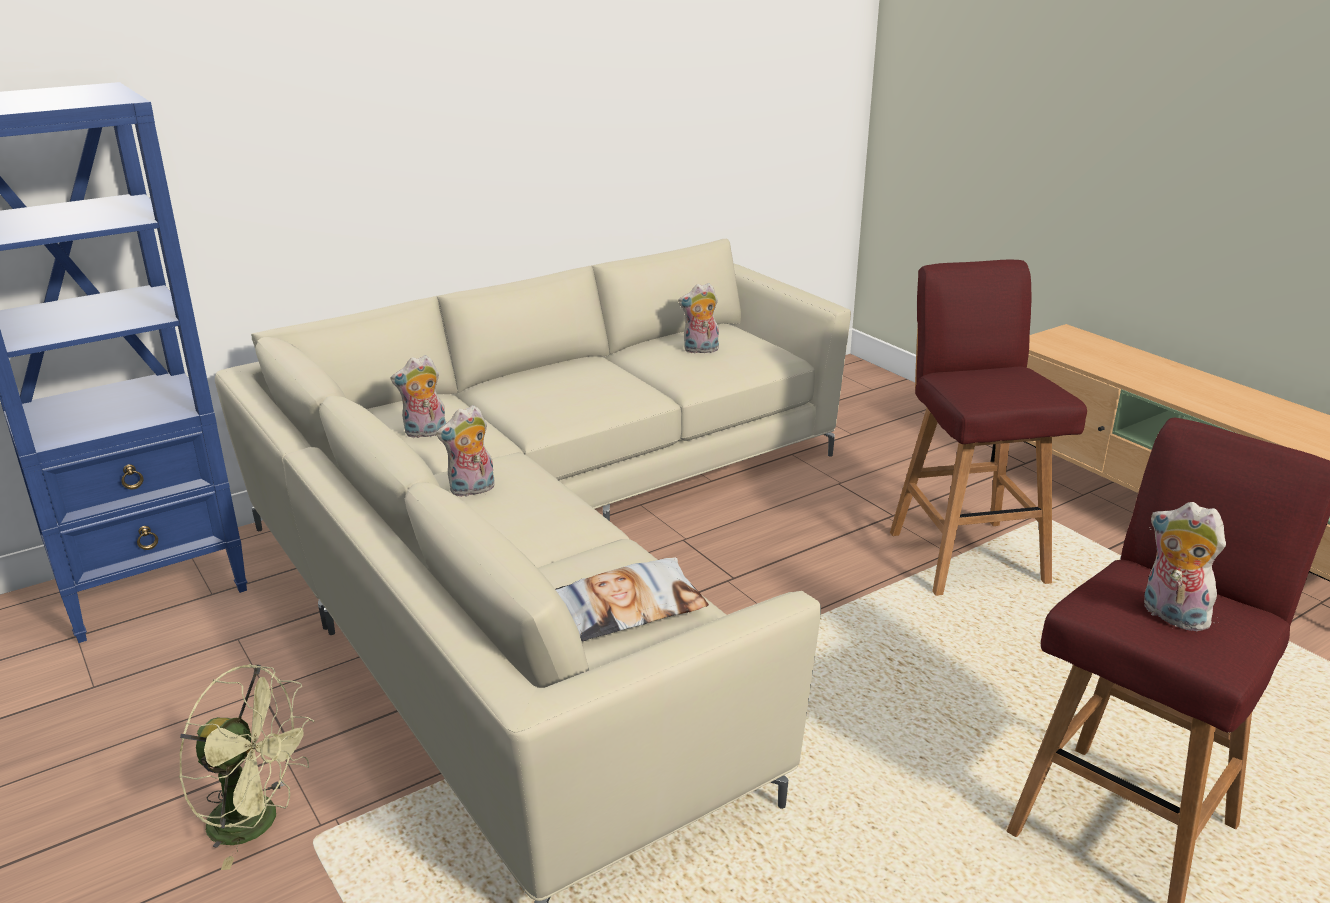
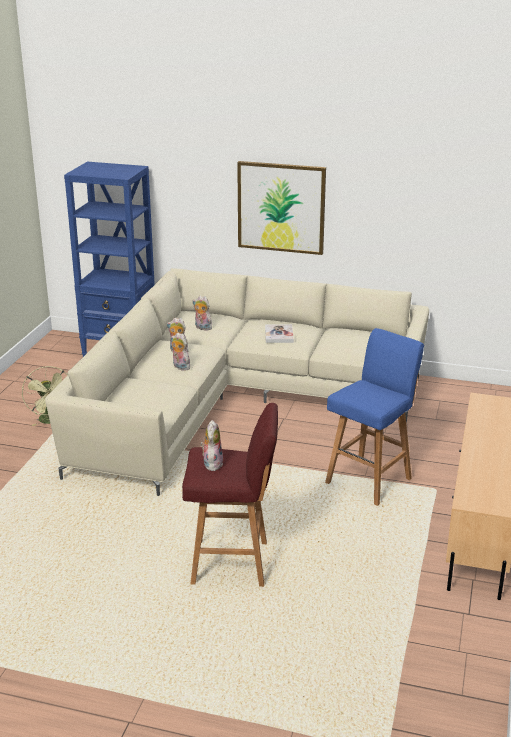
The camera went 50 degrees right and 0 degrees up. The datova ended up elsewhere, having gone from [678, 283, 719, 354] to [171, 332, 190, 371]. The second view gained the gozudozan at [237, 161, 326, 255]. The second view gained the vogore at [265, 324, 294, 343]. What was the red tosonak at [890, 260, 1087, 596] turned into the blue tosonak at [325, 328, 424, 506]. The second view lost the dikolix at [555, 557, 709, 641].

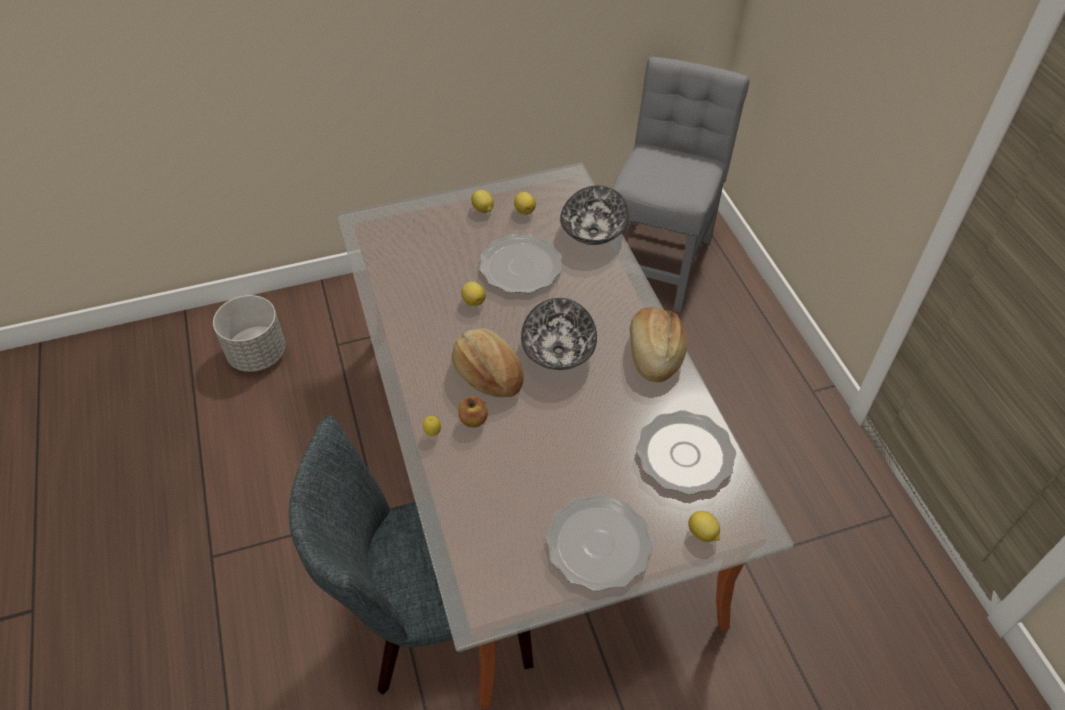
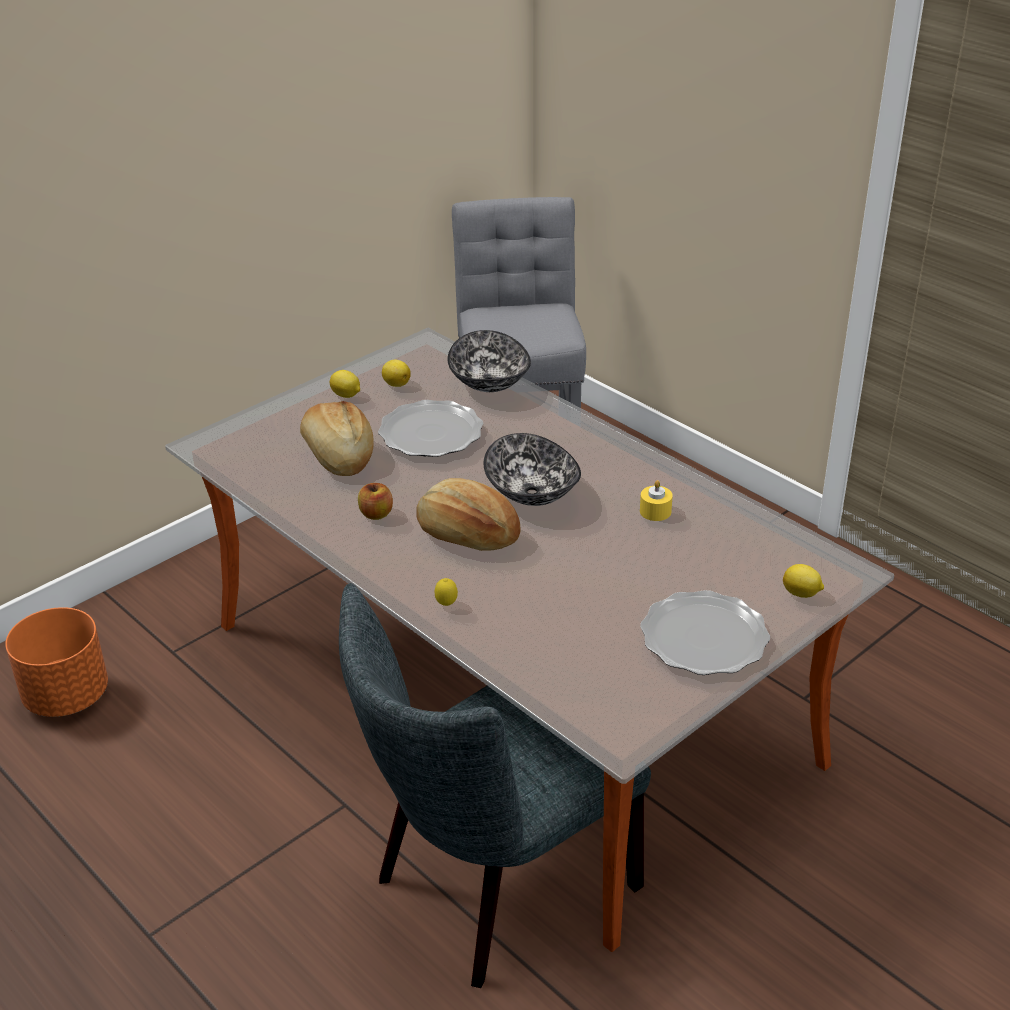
The camera went 25 degrees left and 15 degrees down. What was the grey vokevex at [213, 295, 286, 372] turned into the orange vokevex at [5, 607, 108, 717]. The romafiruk ended up elsewhere, having gone from [630, 307, 687, 382] to [300, 401, 374, 476]. The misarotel ended up elsewhere, having gone from [458, 396, 488, 428] to [358, 483, 393, 520]. The second view gained the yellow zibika at [640, 480, 673, 521]. The second view lost the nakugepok at [461, 281, 486, 306]. The second view lost the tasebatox at [636, 410, 736, 495].

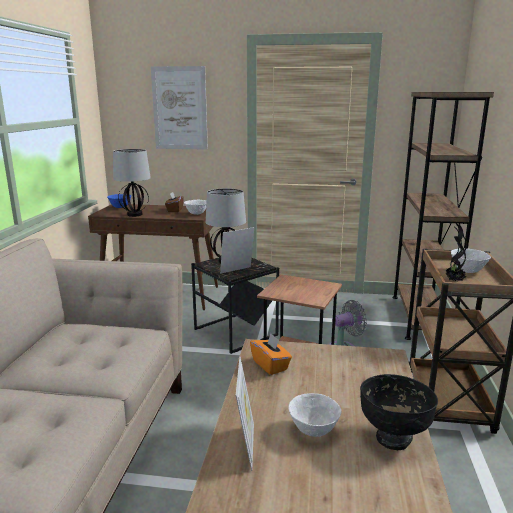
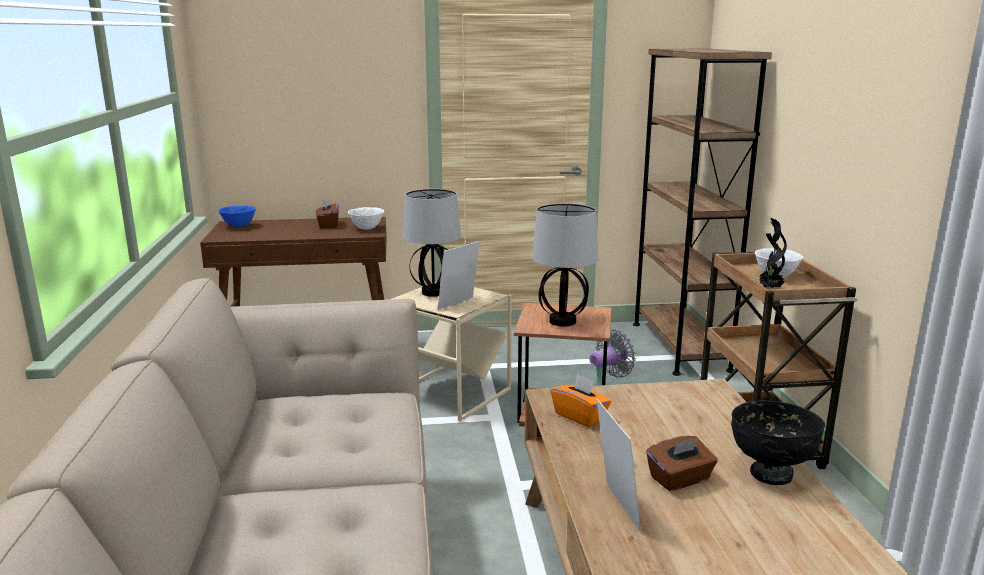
The camera went 15 degrees left and 0 degrees up. What was the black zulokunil at [191, 258, 279, 354] turned into the beige zulokunil at [386, 281, 512, 421]. The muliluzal ended up elsewhere, having gone from [113, 149, 151, 217] to [532, 203, 598, 326]. Where the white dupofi stood at [288, 393, 341, 437], the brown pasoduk came to stand at [646, 436, 718, 491]. The second view lost the gozudozan at [151, 66, 208, 150].

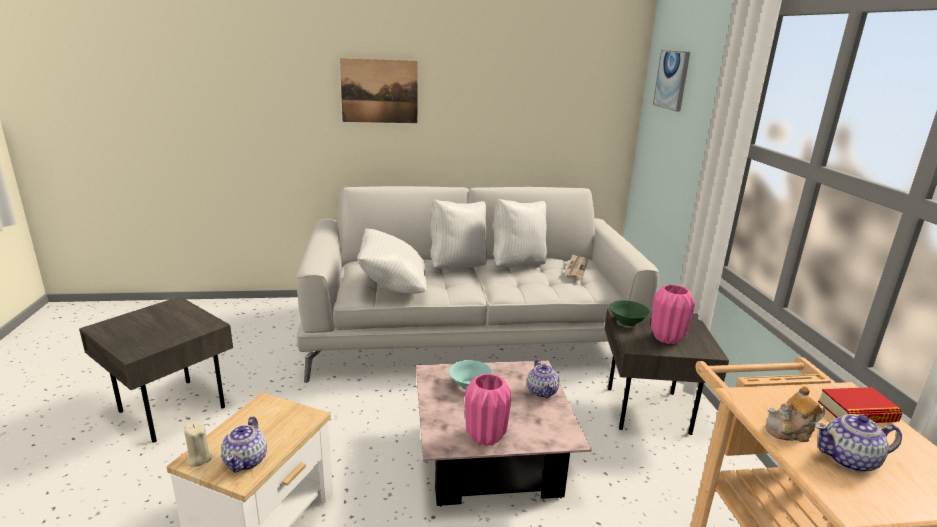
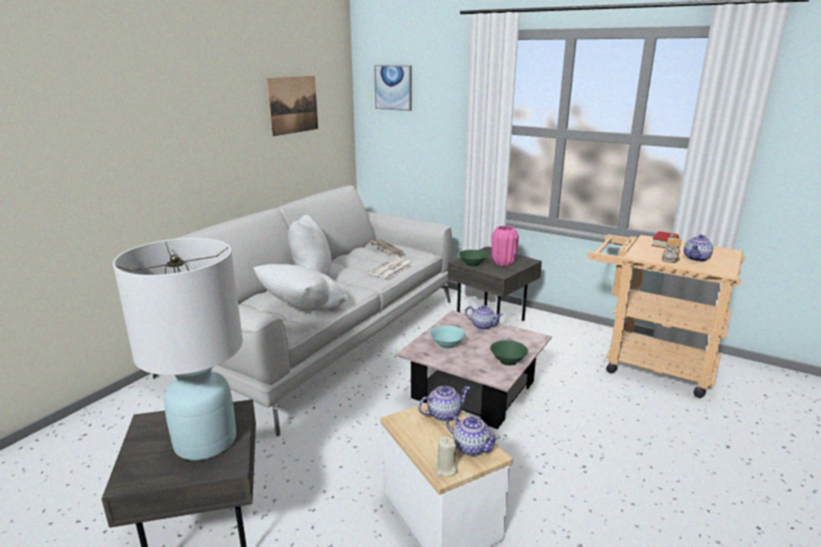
The camera went 50 degrees left and 0 degrees up. The second view gained the white muliluzal at [113, 238, 243, 460]. The gozudozan ended up elsewhere, having gone from [340, 58, 418, 123] to [267, 76, 318, 136]. The second view gained the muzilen at [369, 257, 412, 278]. The second view gained the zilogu at [418, 386, 470, 422]. Where the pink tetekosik stood at [465, 373, 511, 446], the green dupofi came to stand at [490, 340, 528, 366]. The second view lost the white dikolix at [493, 198, 547, 267].

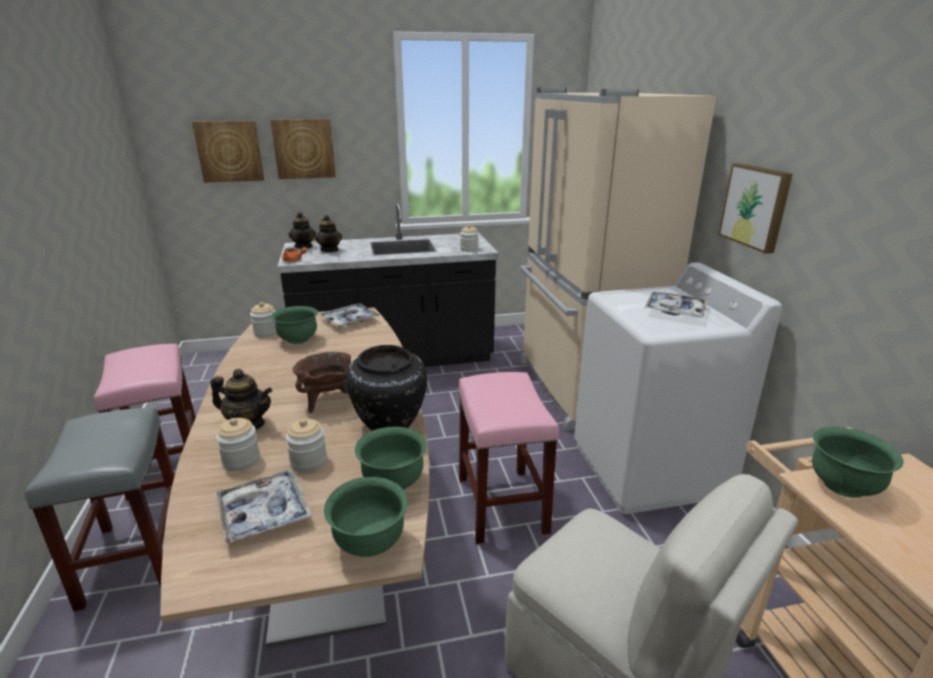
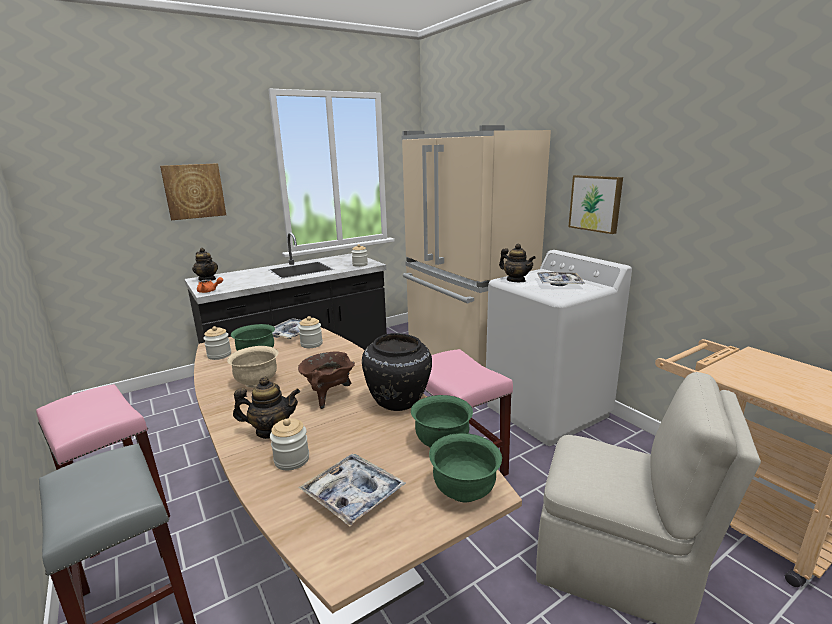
The camera went 20 degrees left and 5 degrees down. The second view gained the beige dupofi at [227, 346, 278, 388]. The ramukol ended up elsewhere, having gone from [286, 419, 327, 472] to [298, 316, 323, 348]. The zilogu ended up elsewhere, having gone from [315, 215, 342, 252] to [499, 244, 536, 282]. The second view lost the gozudozan at [192, 121, 264, 183]. The second view lost the green dupofi at [812, 427, 904, 498].

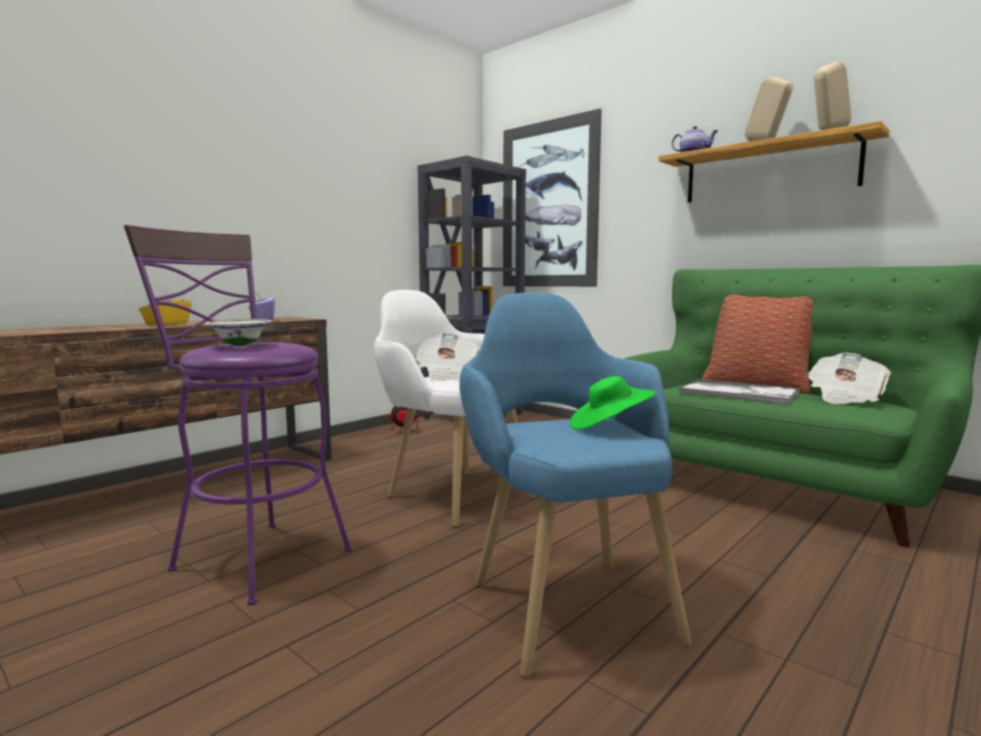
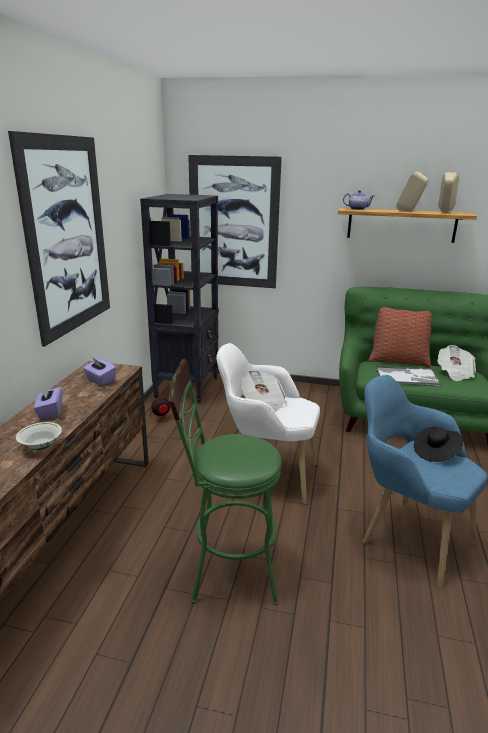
The camera went 30 degrees left and 15 degrees up. The second view gained the gozudozan at [8, 131, 110, 347]. The white dupofi ended up elsewhere, having gone from [205, 319, 272, 346] to [16, 422, 62, 450]. What was the yellow pasoduk at [139, 291, 191, 325] turned into the purple pasoduk at [34, 384, 63, 419]. What was the purple tosonak at [124, 225, 352, 605] turned into the green tosonak at [169, 359, 282, 605]. What was the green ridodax at [570, 376, 656, 430] turned into the black ridodax at [414, 426, 463, 462].

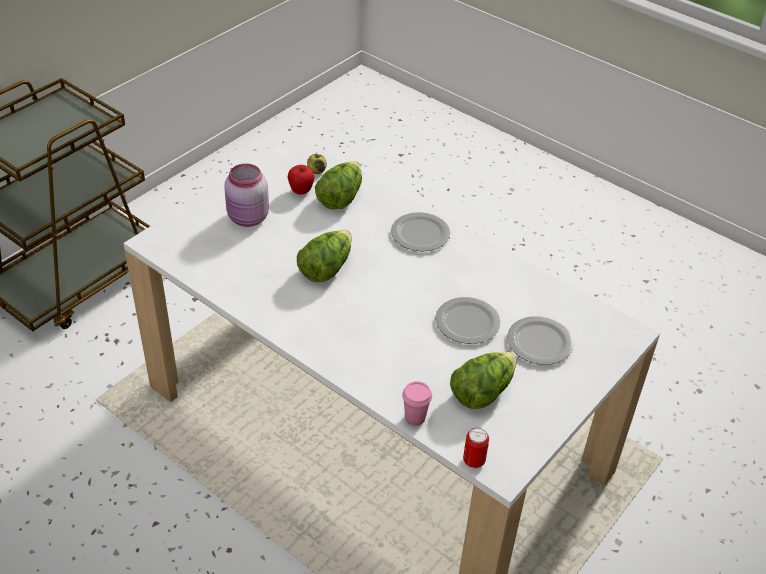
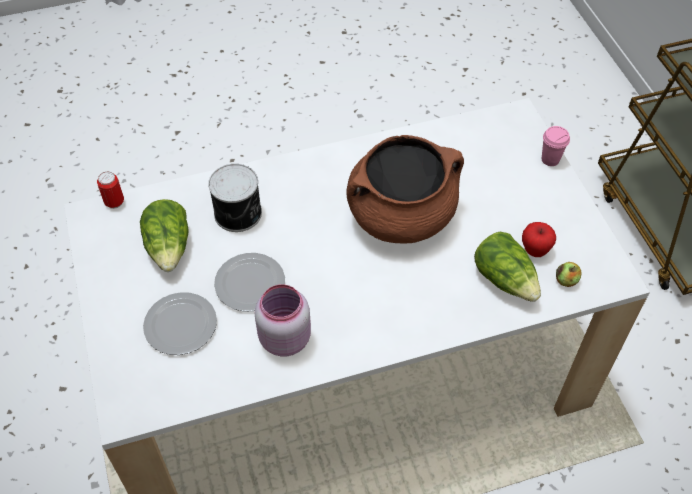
The camera went 125 degrees right and 10 degrees up. The second view gained the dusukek at [208, 164, 262, 232]. The pink ramukol ended up elsewhere, having gone from [224, 163, 269, 227] to [255, 284, 311, 356]. Where the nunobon stood at [297, 230, 352, 282], the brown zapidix came to stand at [346, 135, 464, 244]. The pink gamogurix ended up elsewhere, having gone from [402, 381, 432, 426] to [542, 126, 570, 166]. The second view lost the tasebatox at [391, 212, 450, 251].

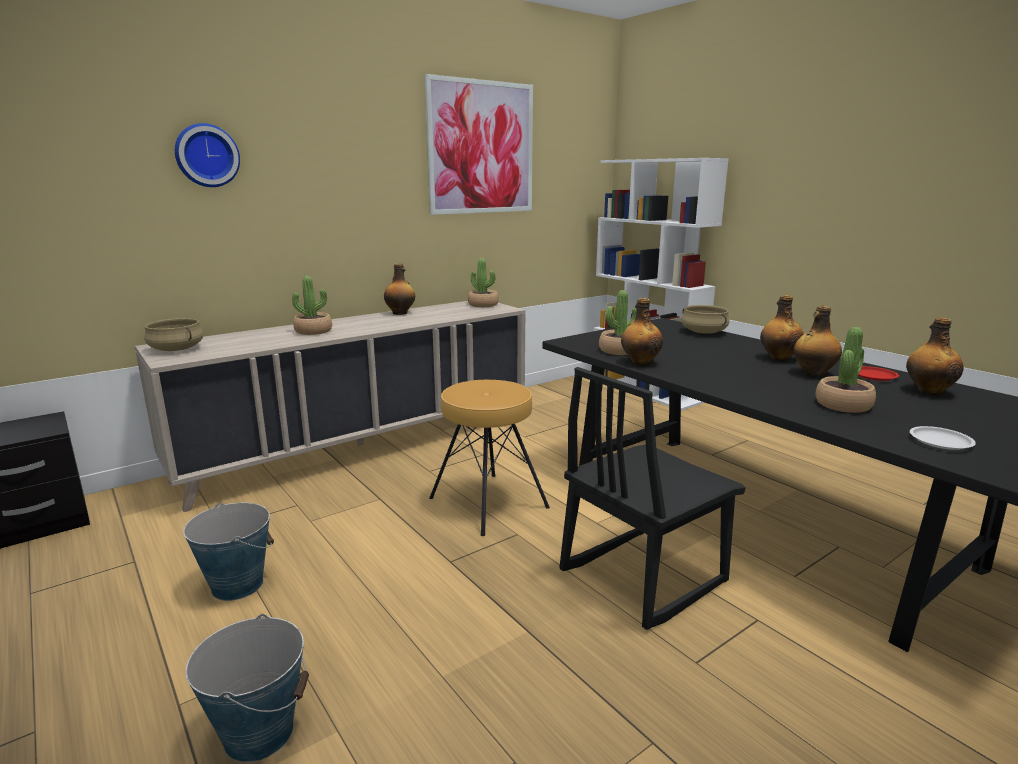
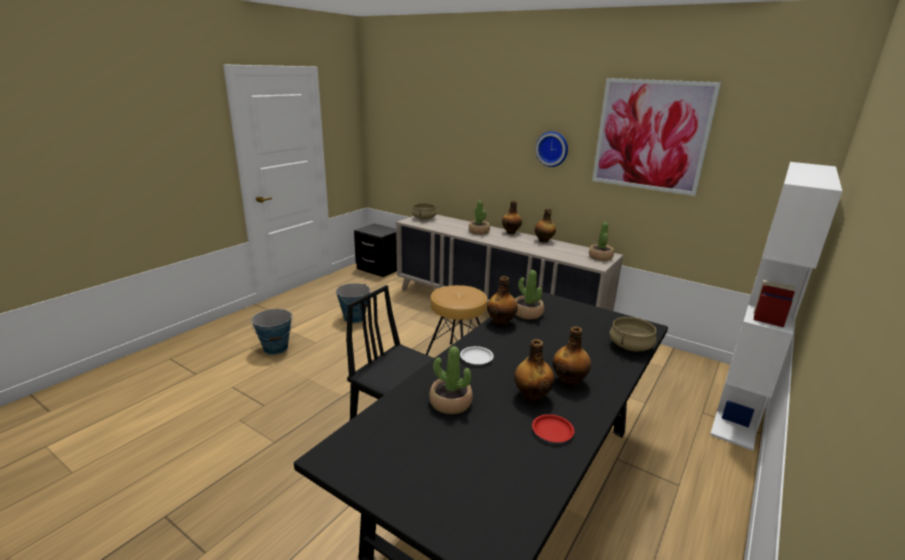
The camera went 70 degrees right and 5 degrees up. The white tasebatox ended up elsewhere, having gone from [910, 426, 976, 450] to [460, 346, 494, 365]. The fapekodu ended up elsewhere, having gone from [906, 317, 964, 396] to [502, 201, 522, 234]. The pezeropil ended up elsewhere, having gone from [175, 123, 240, 187] to [536, 131, 568, 167].

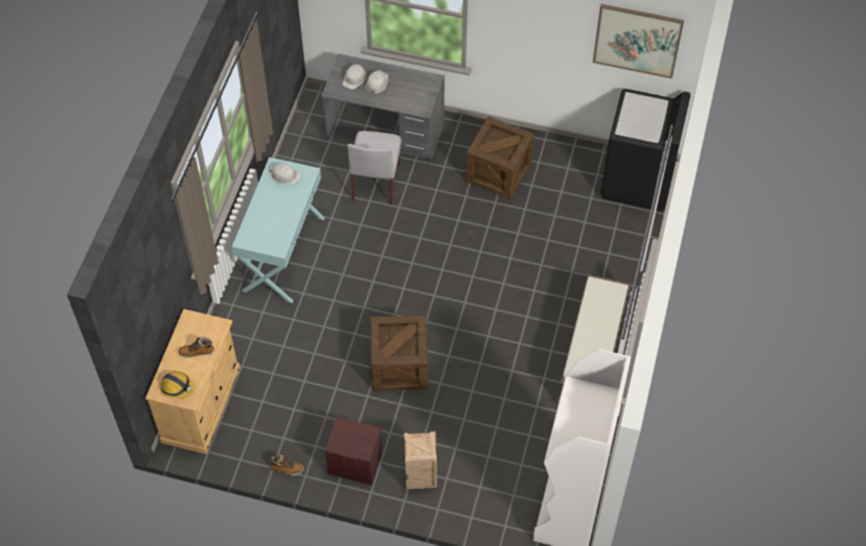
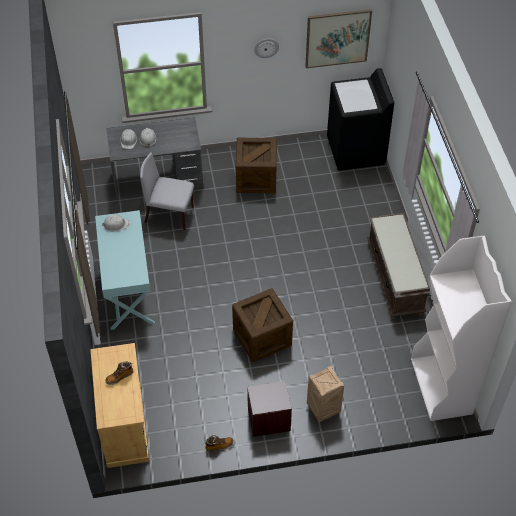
The camera went 25 degrees left and 5 degrees down. The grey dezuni at [347, 131, 402, 205] ended up facing another way, 120 degrees clockwise from before. The second view gained the pezeropil at [254, 39, 279, 58]. The second view lost the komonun at [160, 371, 195, 399].

